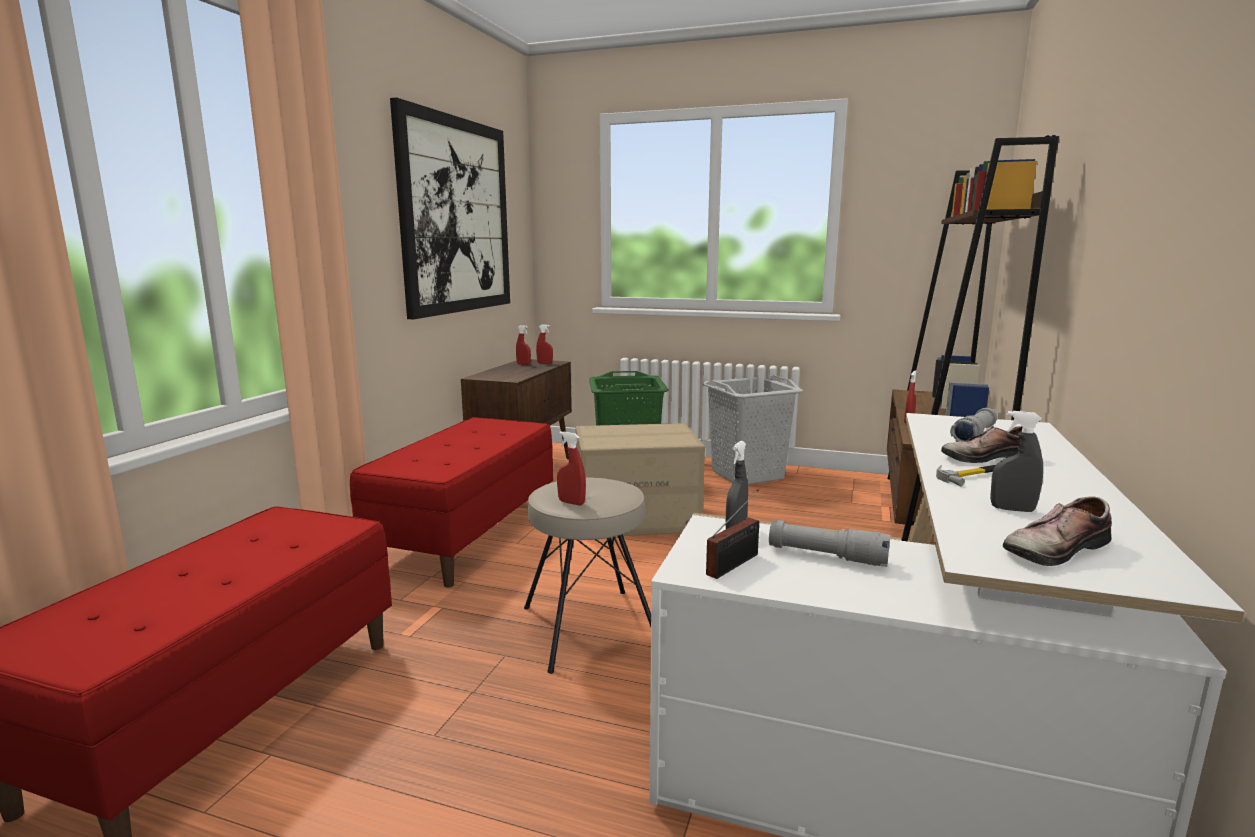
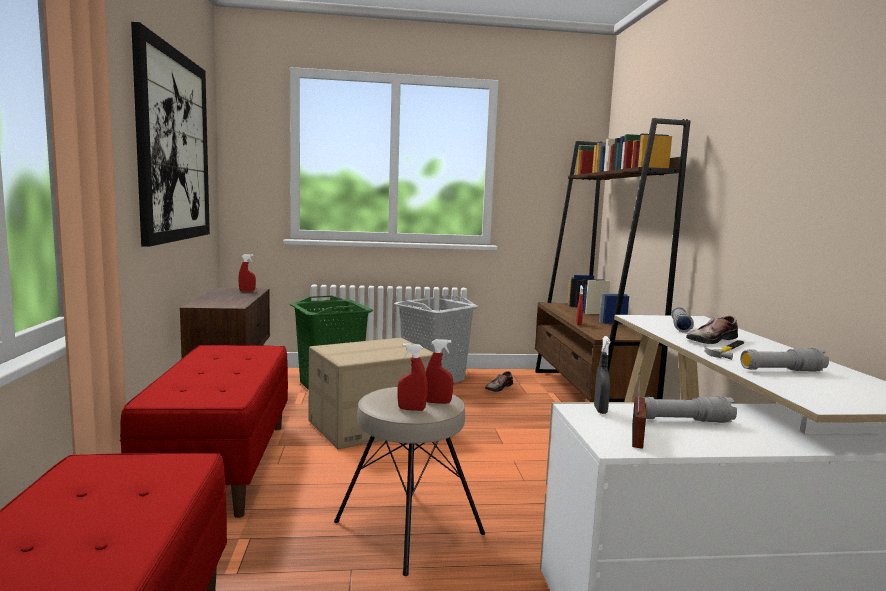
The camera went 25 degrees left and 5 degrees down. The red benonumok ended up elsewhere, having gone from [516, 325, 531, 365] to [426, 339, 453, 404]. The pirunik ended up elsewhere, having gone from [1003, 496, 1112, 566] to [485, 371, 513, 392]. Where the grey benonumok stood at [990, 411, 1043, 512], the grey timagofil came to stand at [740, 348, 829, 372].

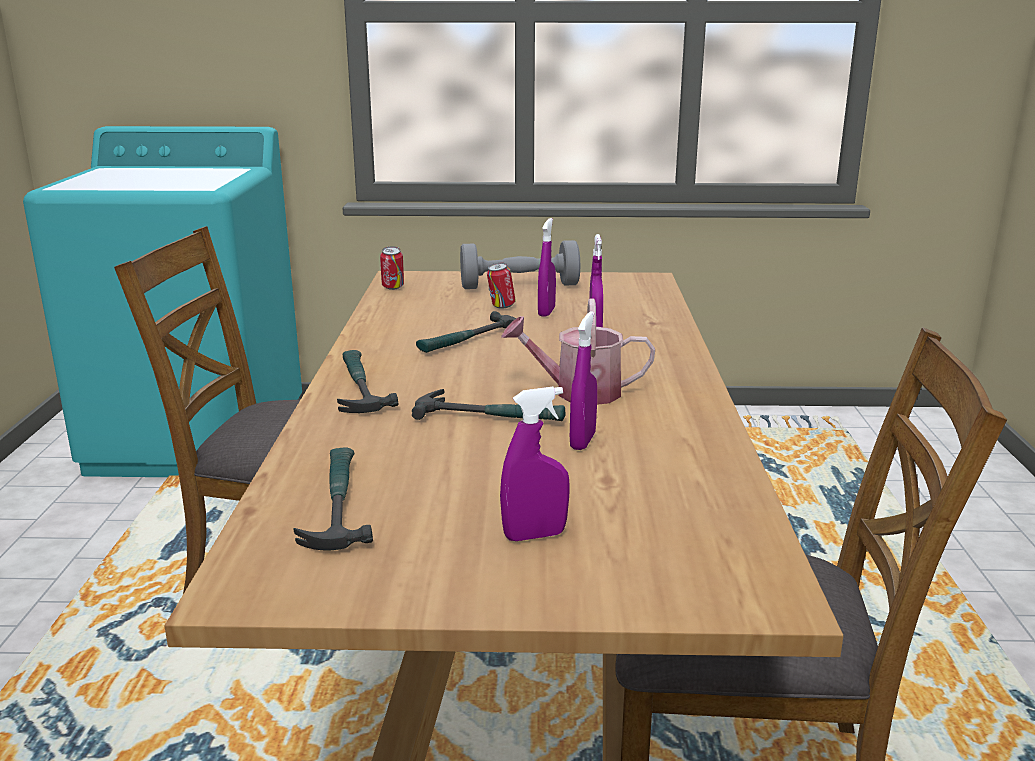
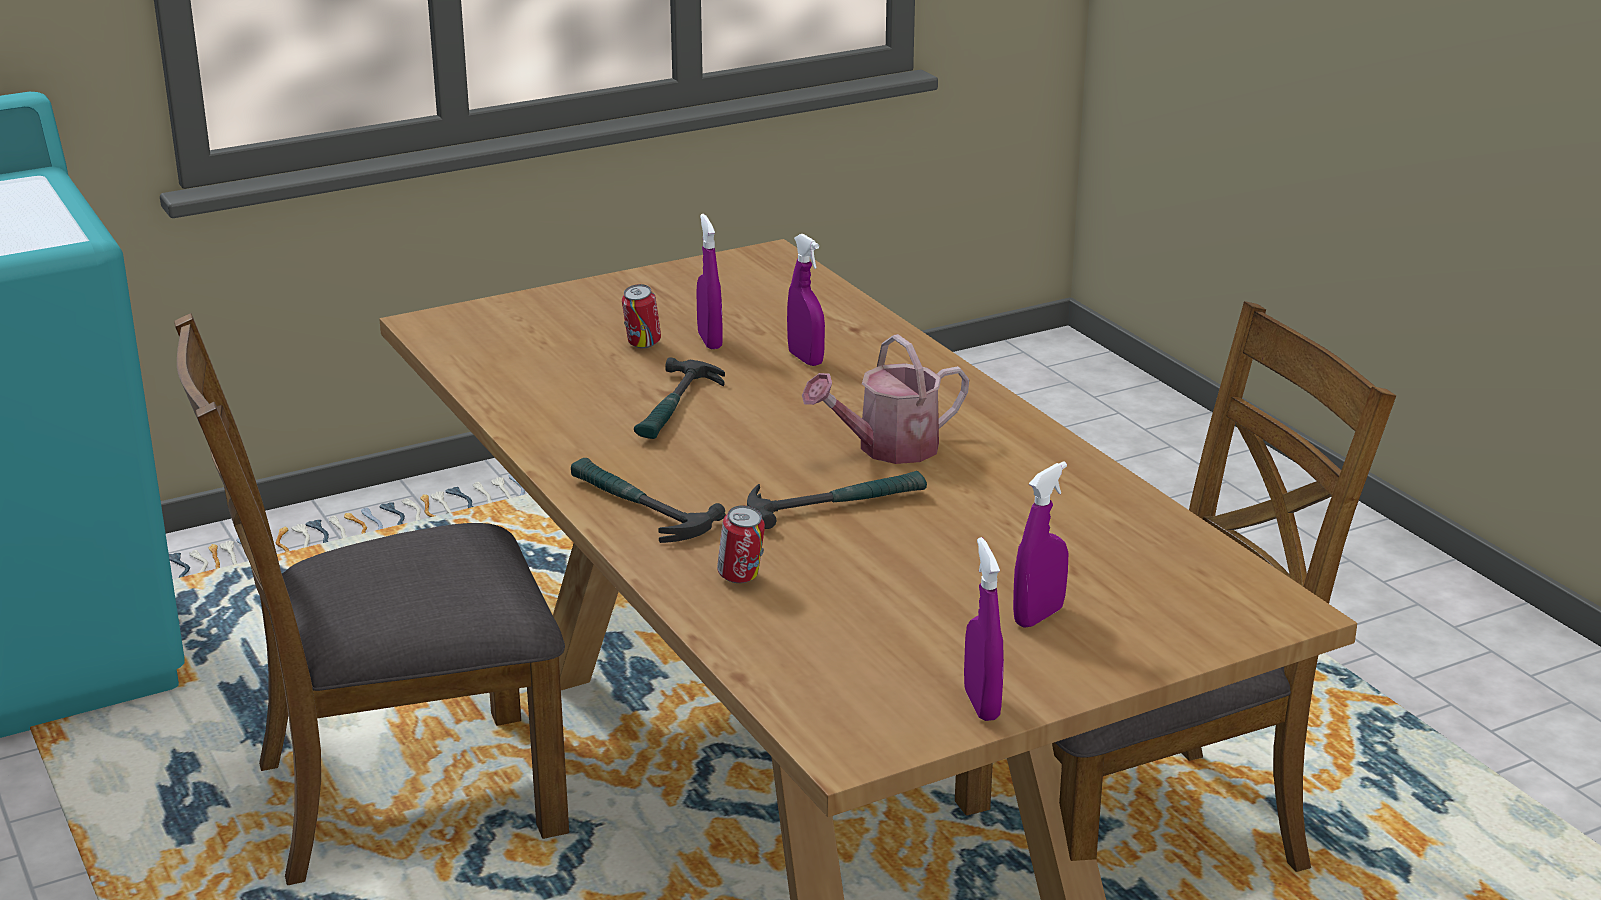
The camera went 30 degrees left and 5 degrees up. The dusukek ended up elsewhere, having gone from [380, 246, 404, 290] to [717, 505, 765, 583]. The purple benonumok ended up elsewhere, having gone from [570, 311, 597, 450] to [964, 537, 1004, 721]. The second view lost the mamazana at [293, 447, 373, 550]. The second view lost the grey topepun at [460, 240, 580, 289].

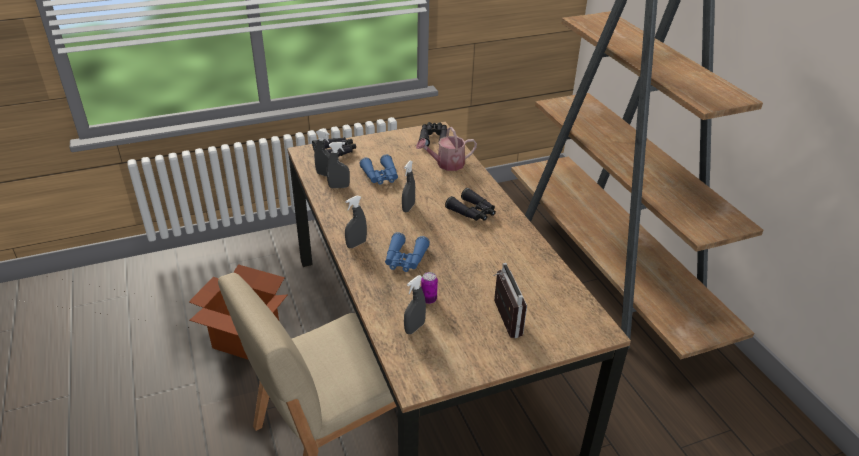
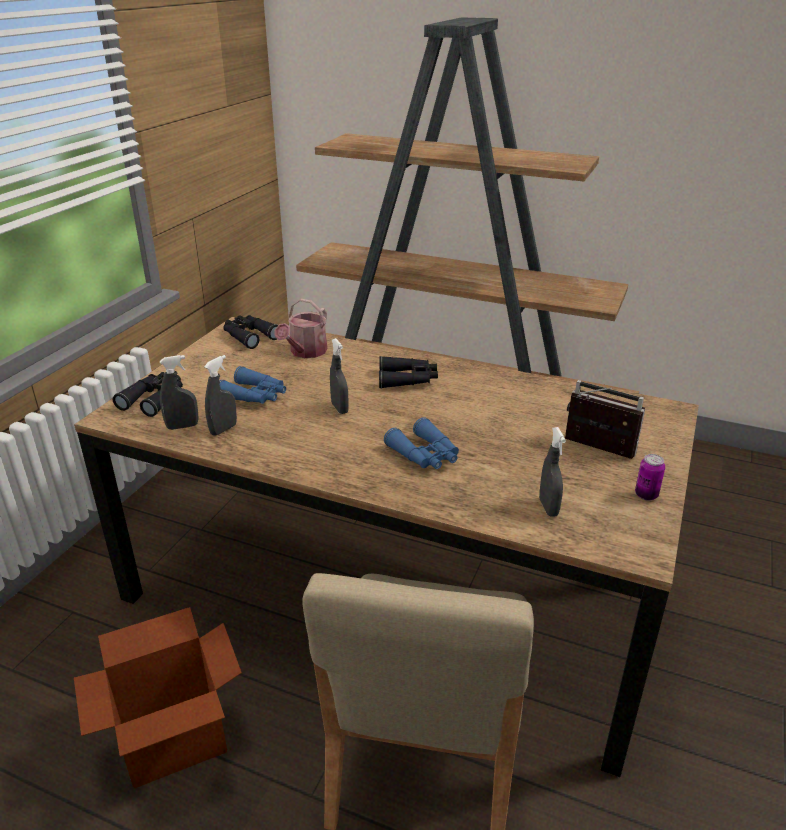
The camera went 45 degrees left and 5 degrees down. The dusukek ended up elsewhere, having gone from [421, 272, 438, 304] to [635, 454, 665, 501]. The second view lost the grey benonumok at [345, 196, 367, 248].

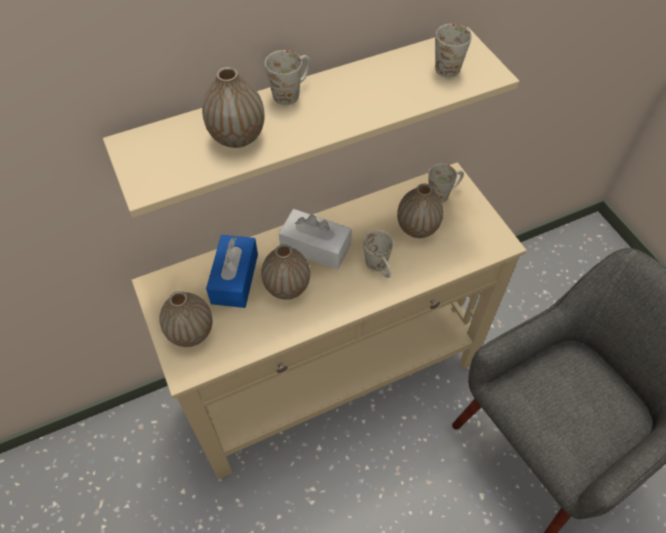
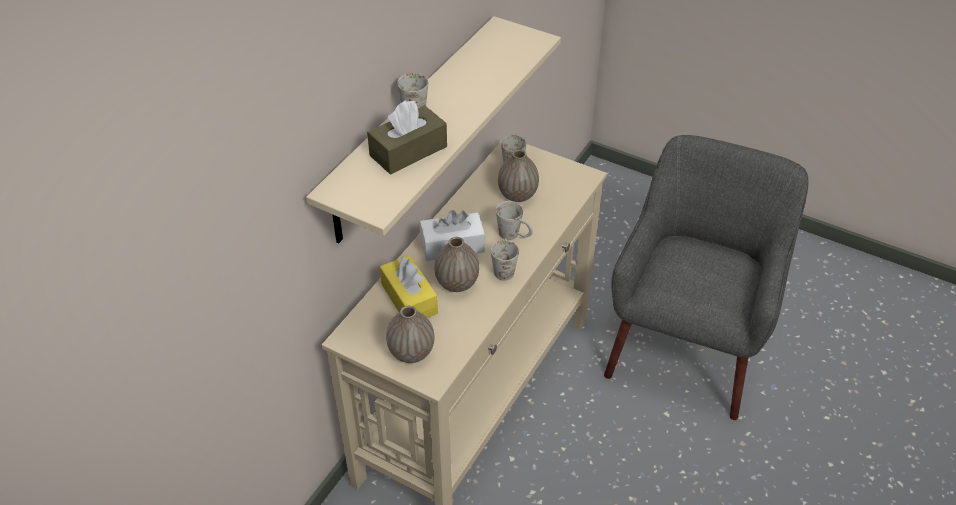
The camera went 35 degrees left and 10 degrees down. Where the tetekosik stood at [202, 67, 265, 148], the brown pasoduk came to stand at [367, 100, 447, 174]. What was the blue pasoduk at [206, 235, 258, 308] turned into the yellow pasoduk at [380, 255, 438, 318]. The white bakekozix ended up elsewhere, having gone from [435, 24, 472, 78] to [491, 238, 519, 281].

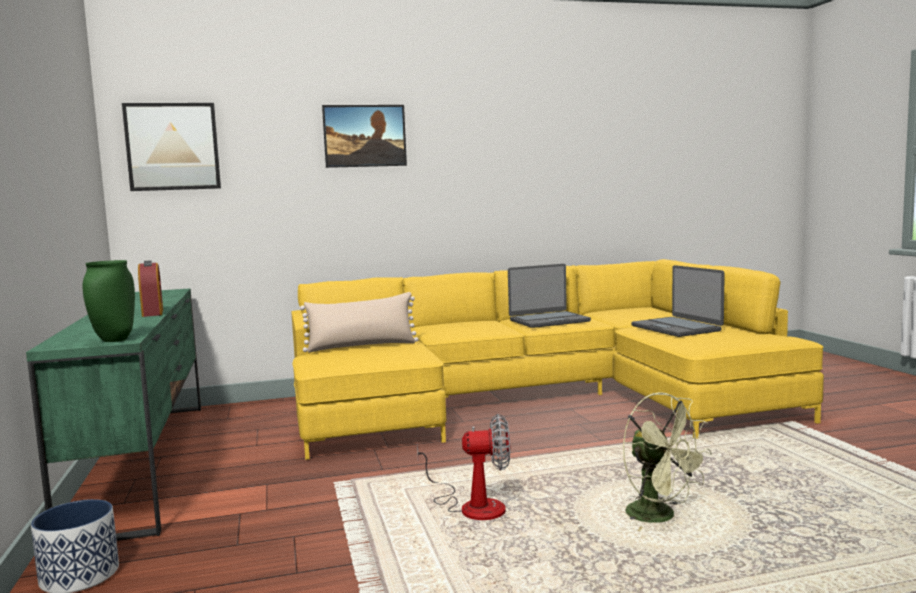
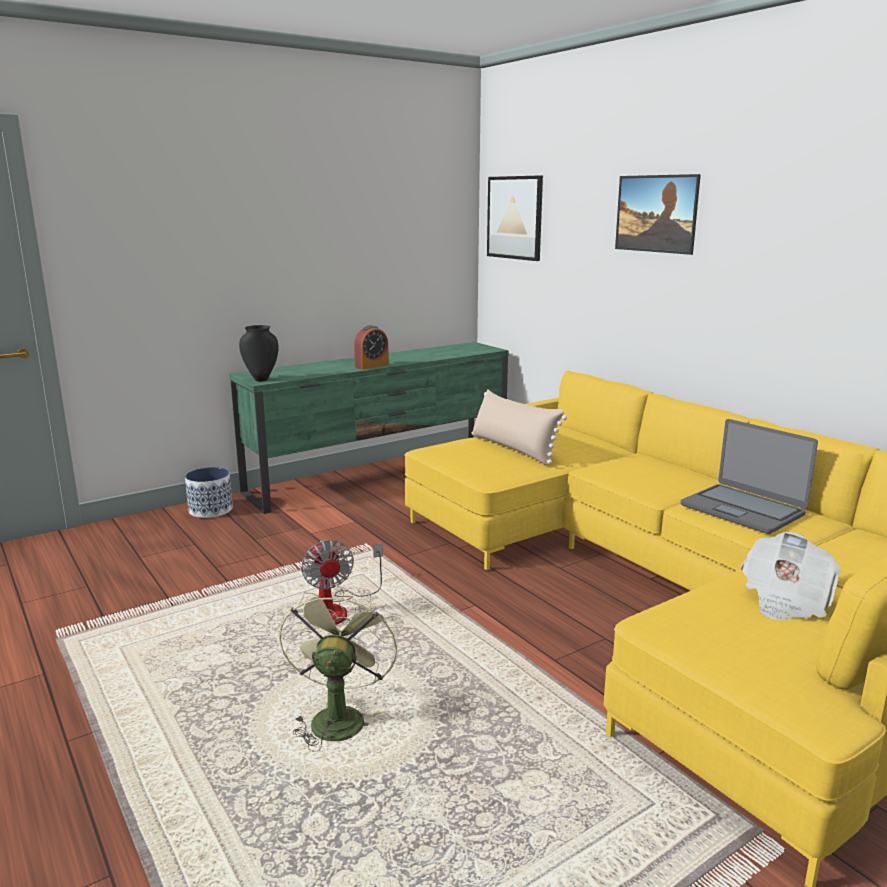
The camera went 70 degrees right and 10 degrees up. What was the green tetekosik at [83, 260, 135, 342] turned into the black tetekosik at [239, 325, 279, 382]. The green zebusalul at [623, 392, 712, 531] ended up facing another way, 150 degrees clockwise from before. Where the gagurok stood at [631, 265, 725, 337], the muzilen came to stand at [741, 532, 841, 620].

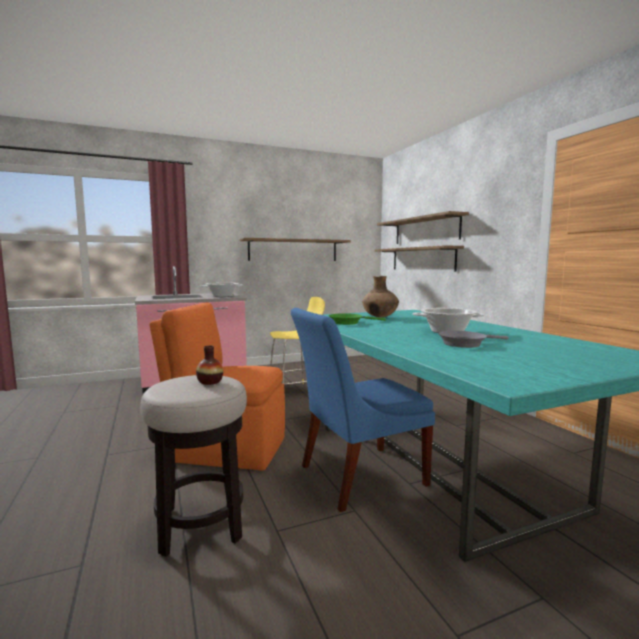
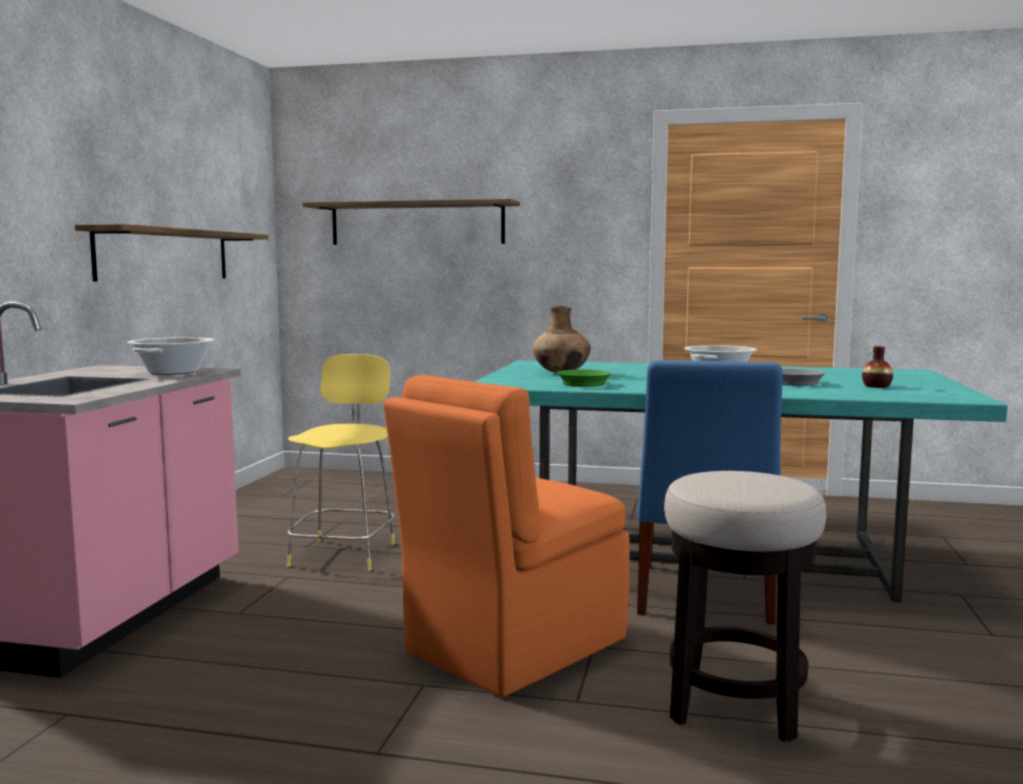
The camera went 55 degrees left and 0 degrees up. The tetekosik ended up elsewhere, having gone from [196, 346, 223, 385] to [862, 346, 893, 388]. The second view lost the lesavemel at [375, 245, 464, 272].

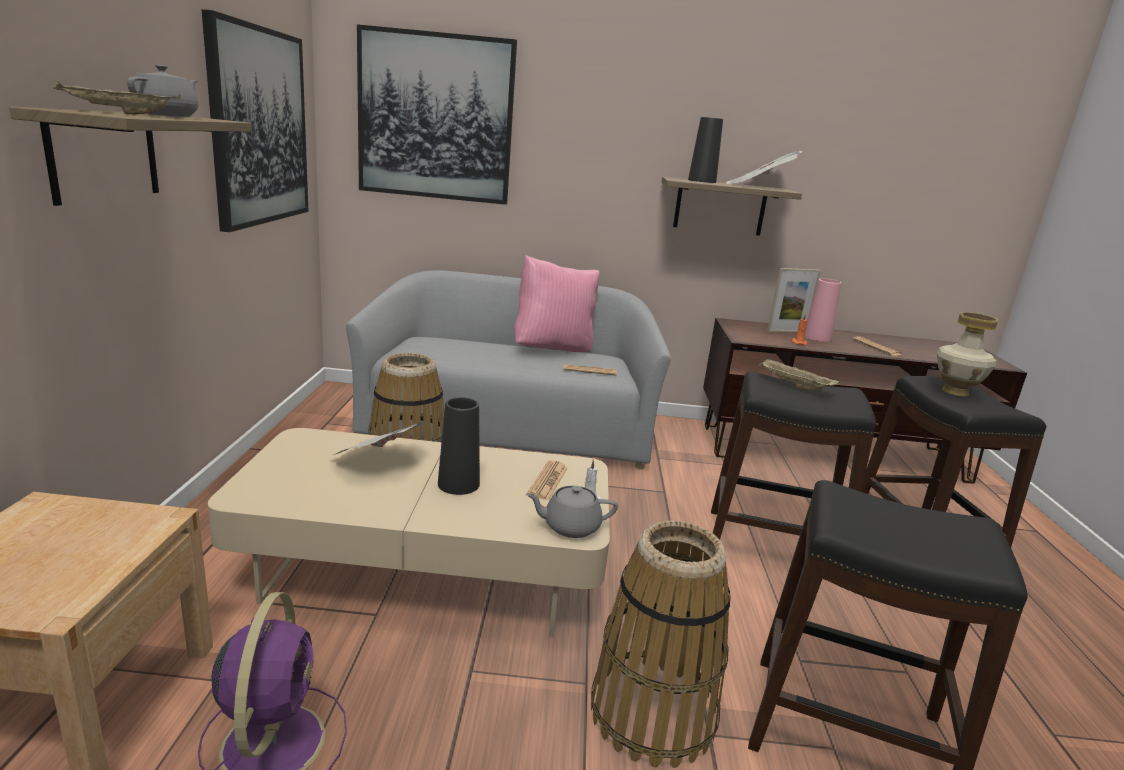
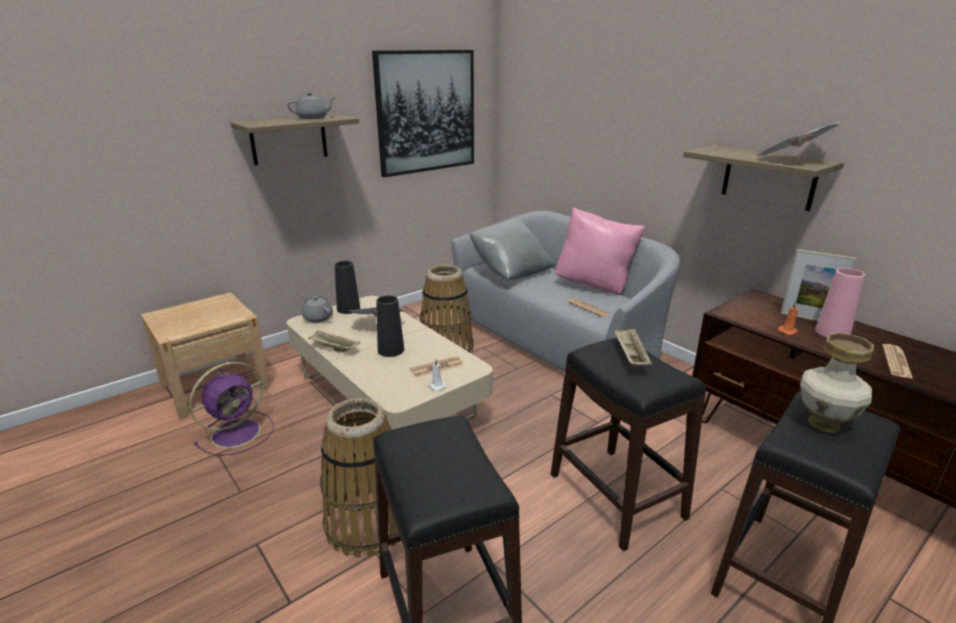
The camera went 50 degrees right and 5 degrees up. The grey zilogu ended up elsewhere, having gone from [526, 486, 618, 538] to [301, 294, 333, 323]. The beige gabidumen ended up elsewhere, having gone from [53, 81, 181, 115] to [308, 330, 361, 352]. The black tetekosik ended up elsewhere, having gone from [688, 117, 723, 183] to [334, 261, 360, 314]. The second view gained the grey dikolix at [469, 217, 555, 280]. The second view lost the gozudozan at [357, 24, 517, 205].

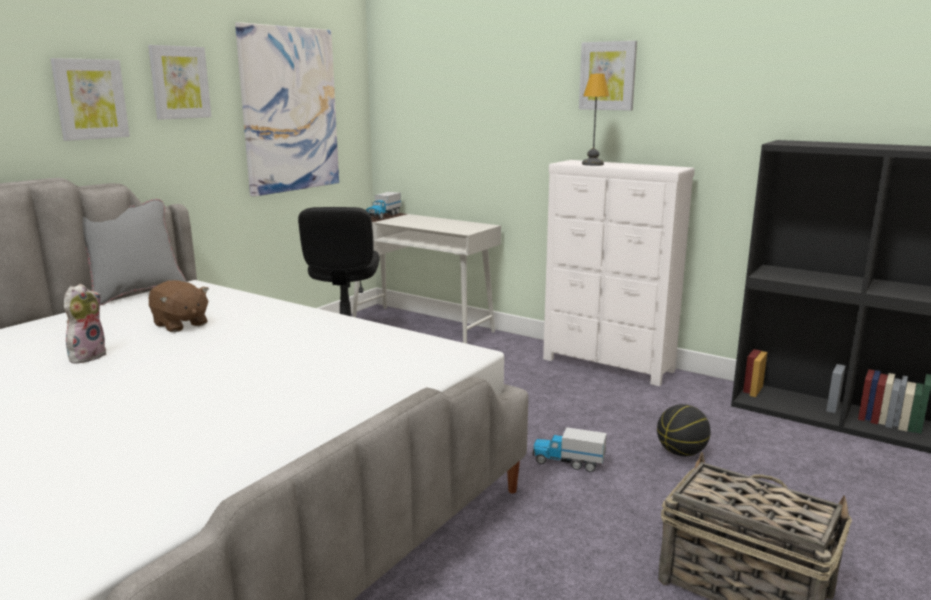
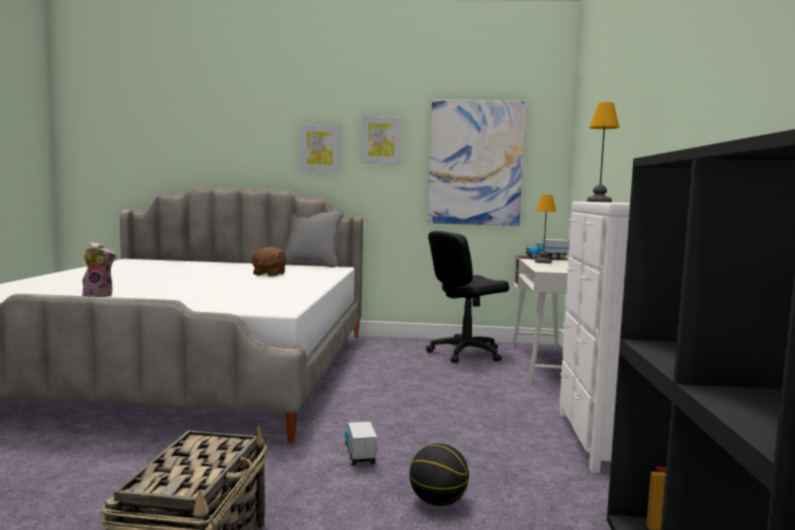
The camera went 60 degrees right and 10 degrees down. The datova ended up elsewhere, having gone from [64, 284, 107, 364] to [82, 242, 116, 297]. The second view gained the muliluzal at [535, 195, 556, 263]. The second view lost the gozudozan at [579, 41, 637, 111].

